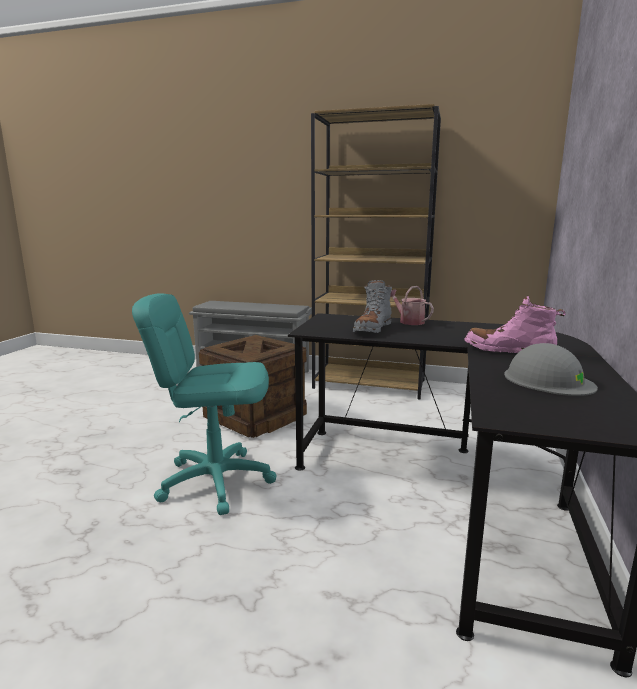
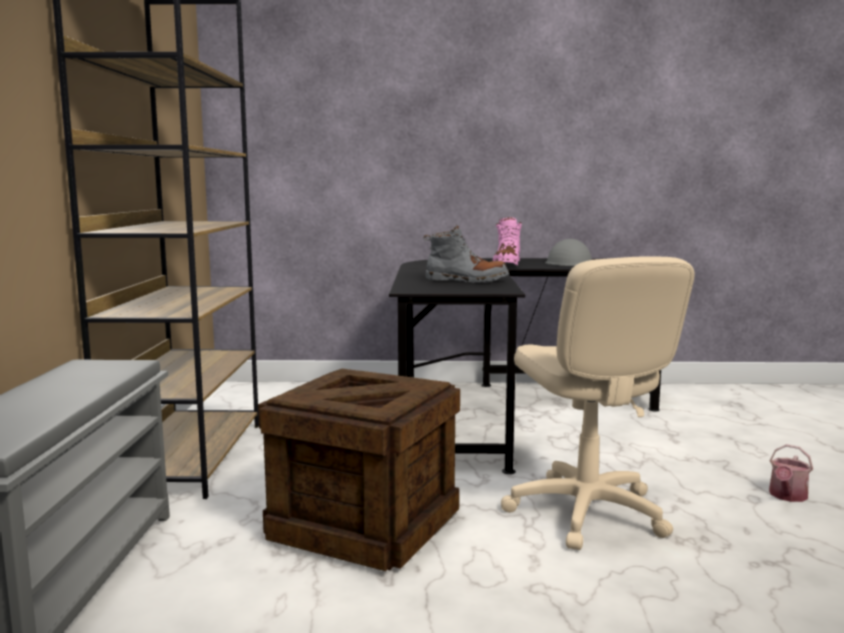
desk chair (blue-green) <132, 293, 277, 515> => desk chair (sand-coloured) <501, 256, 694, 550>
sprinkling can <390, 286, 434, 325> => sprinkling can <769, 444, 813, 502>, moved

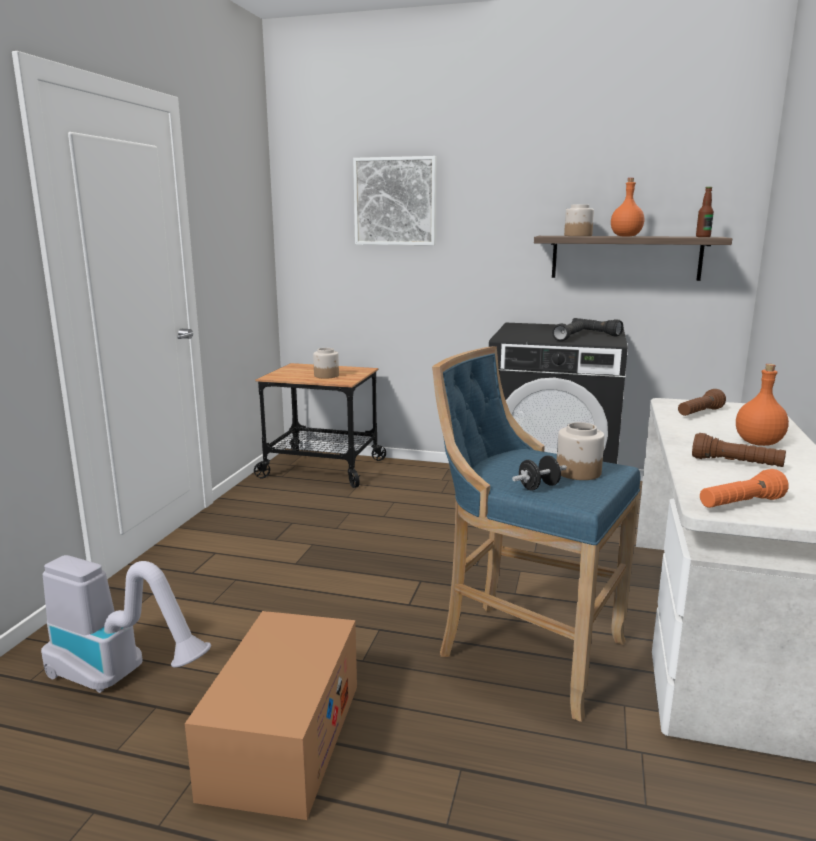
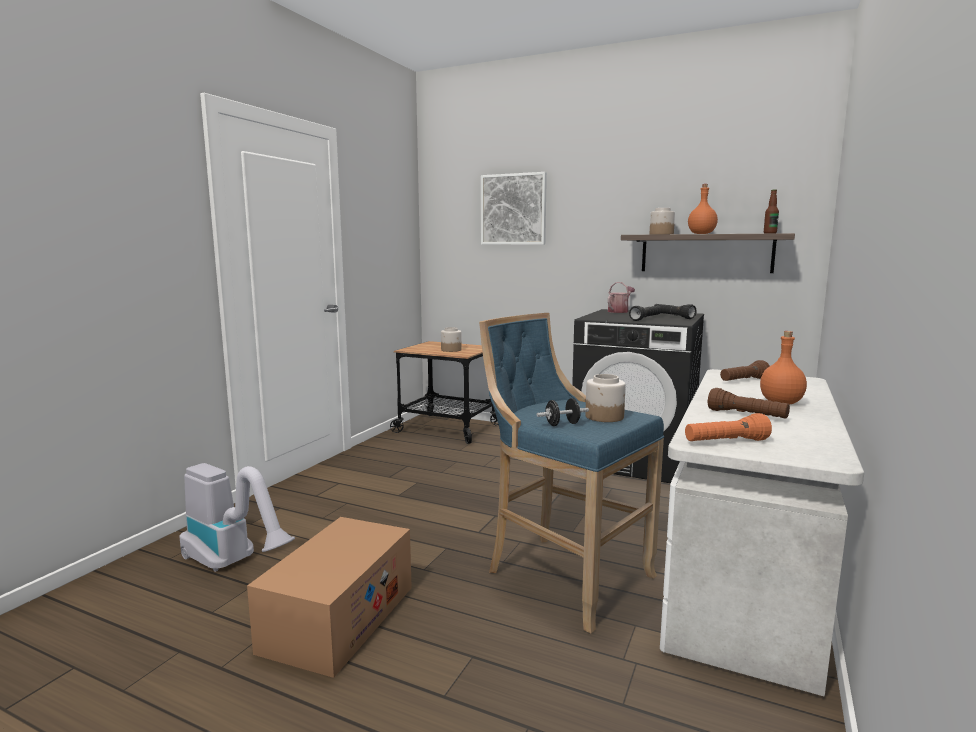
nothing => sprinkling can <608, 282, 635, 313>

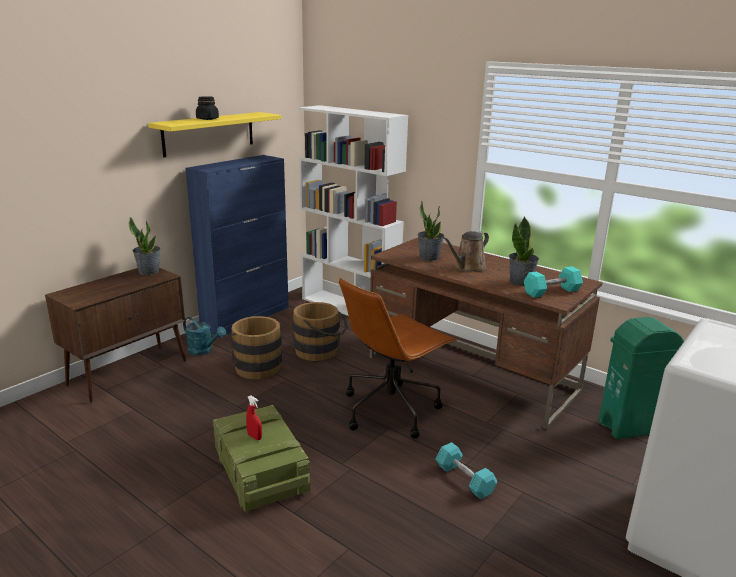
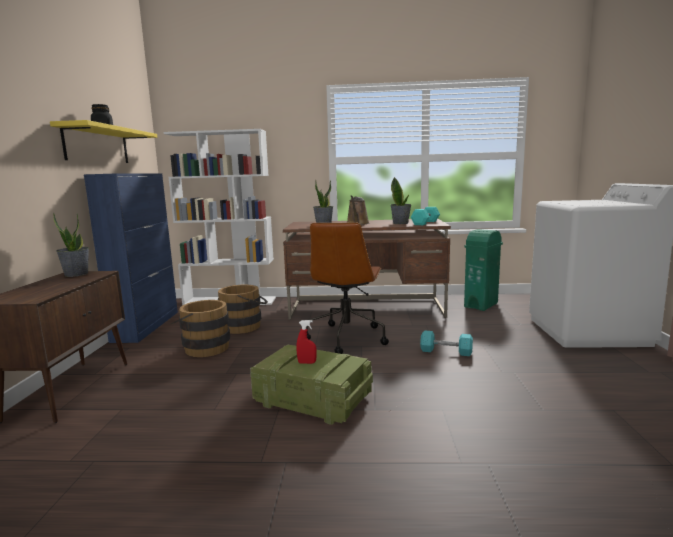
sprinkling can (blue-green) <183, 317, 226, 356> => nothing

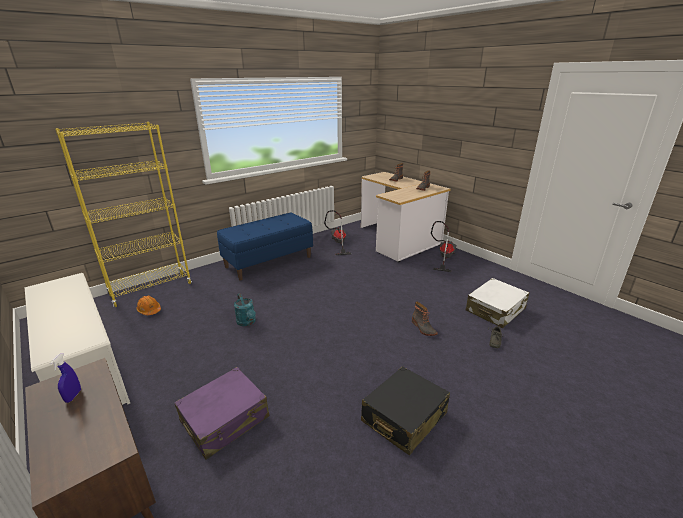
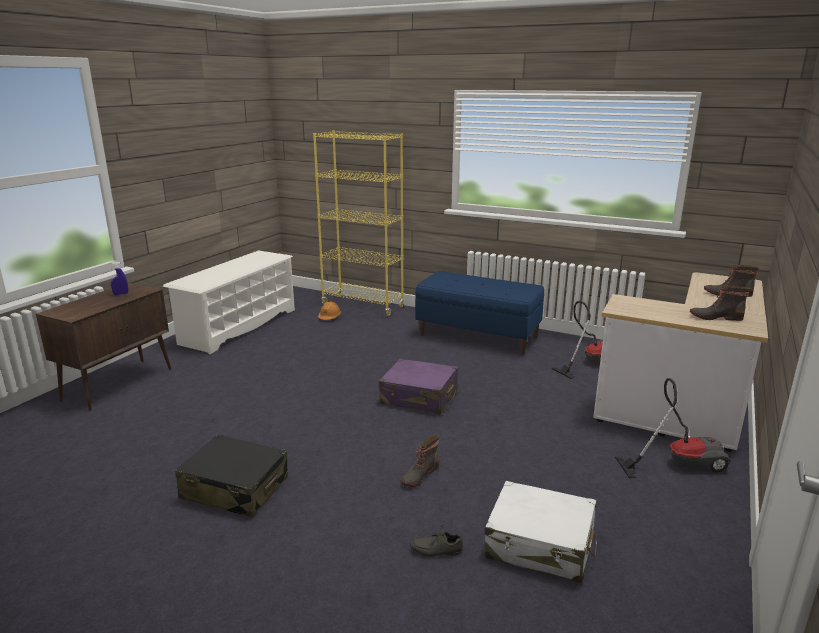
suitcase (purple-coloured) <174, 367, 269, 460> => suitcase (purple-coloured) <379, 359, 458, 414>, moved
sprinkling can (blue-green) <234, 293, 256, 326> => nothing

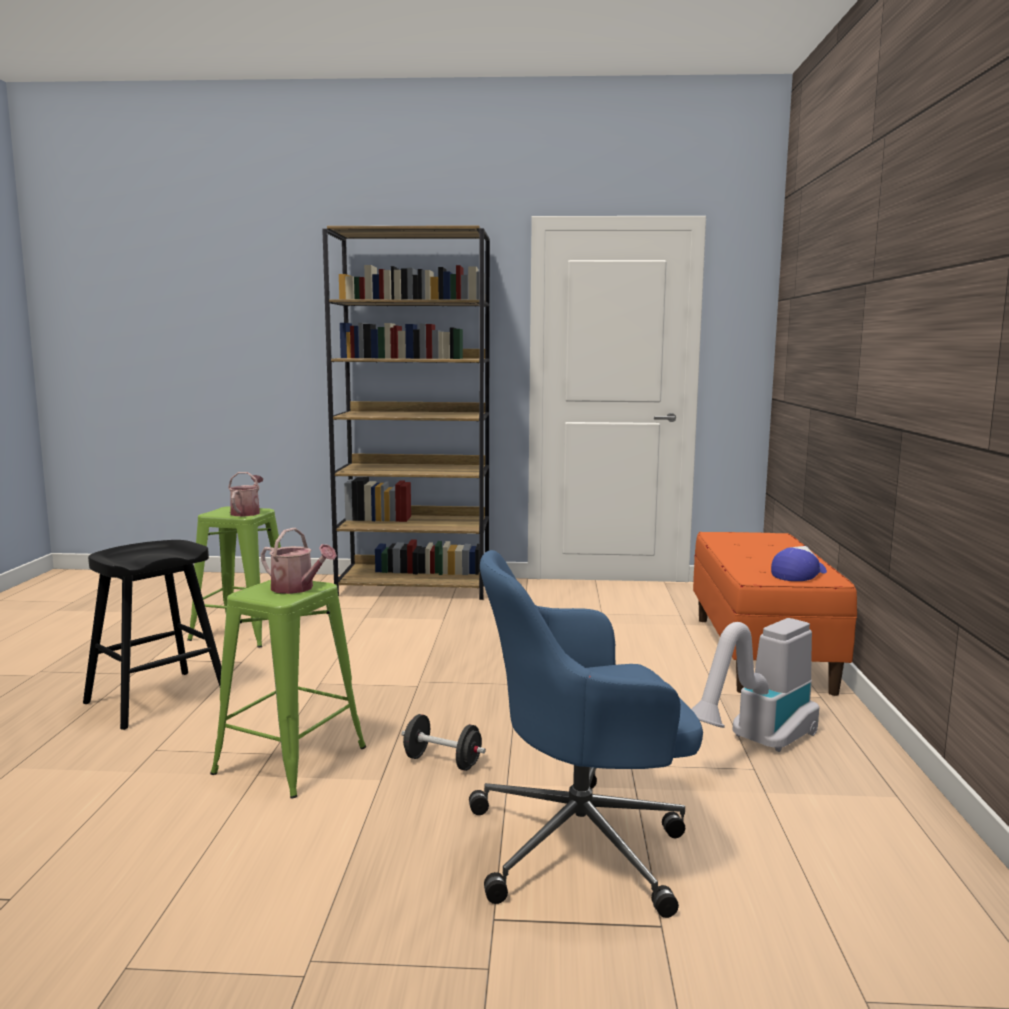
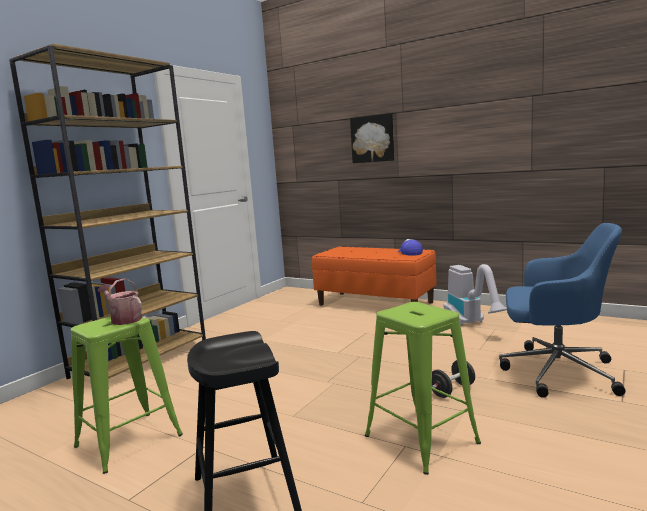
nothing => picture <350, 113, 394, 163>
desk chair (blue) <469, 550, 703, 918> => desk chair (blue) <499, 223, 626, 398>, 90 degrees counterclockwise
sprinkling can <261, 528, 337, 594> => nothing

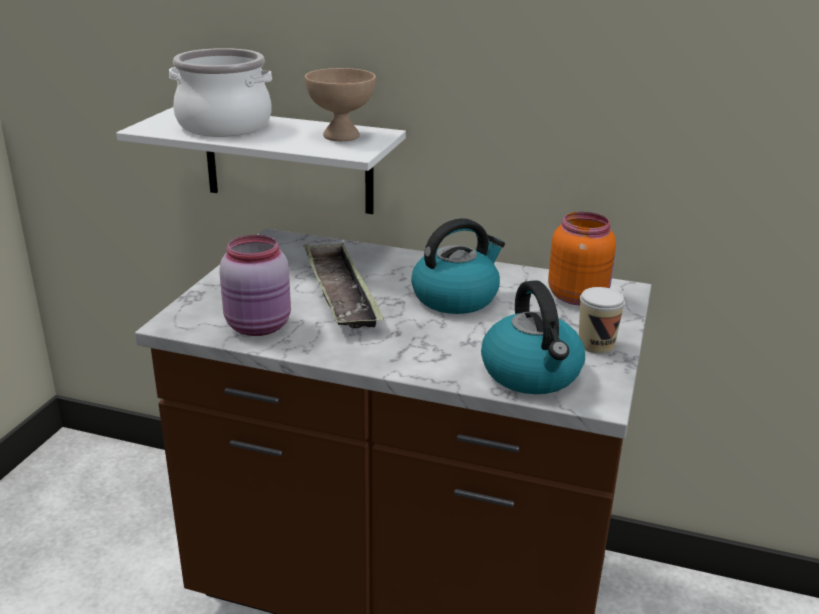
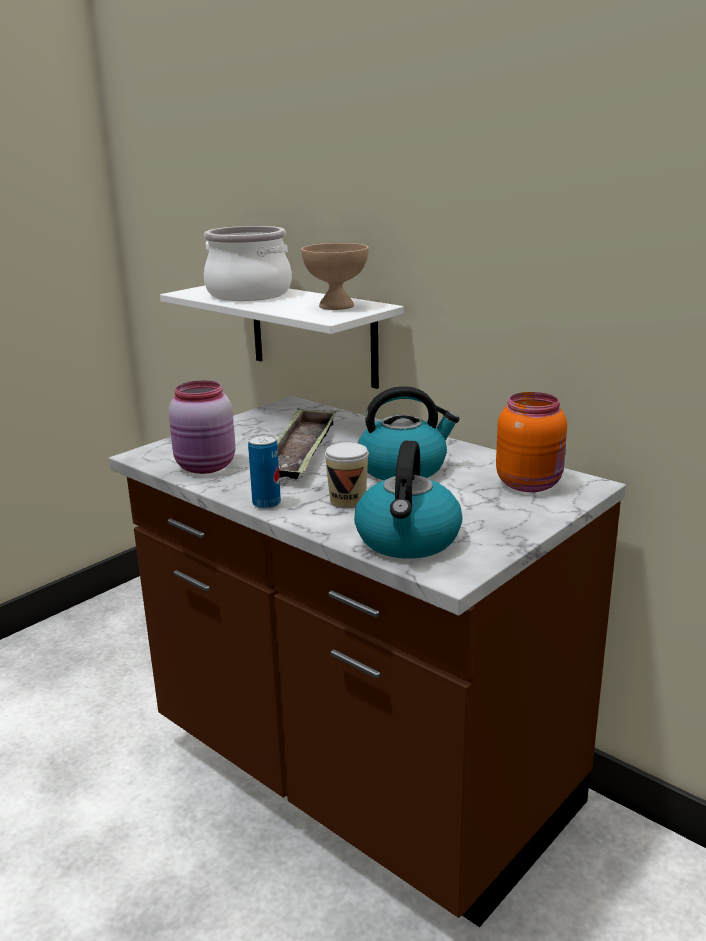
nothing => can <248, 434, 281, 509>
drinking cup <579, 287, 625, 354> => drinking cup <325, 443, 369, 509>, moved

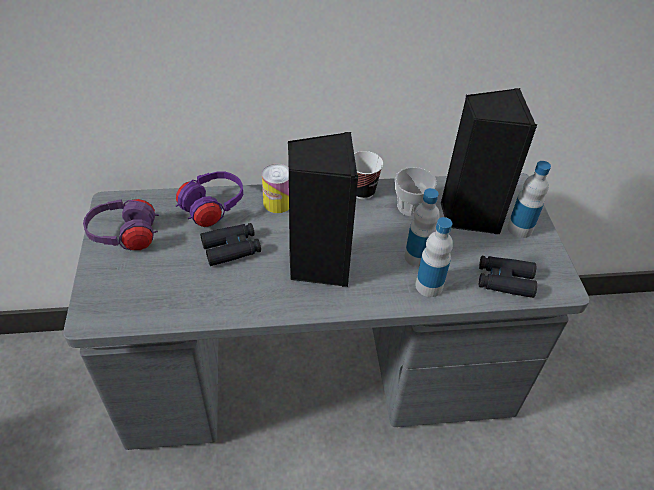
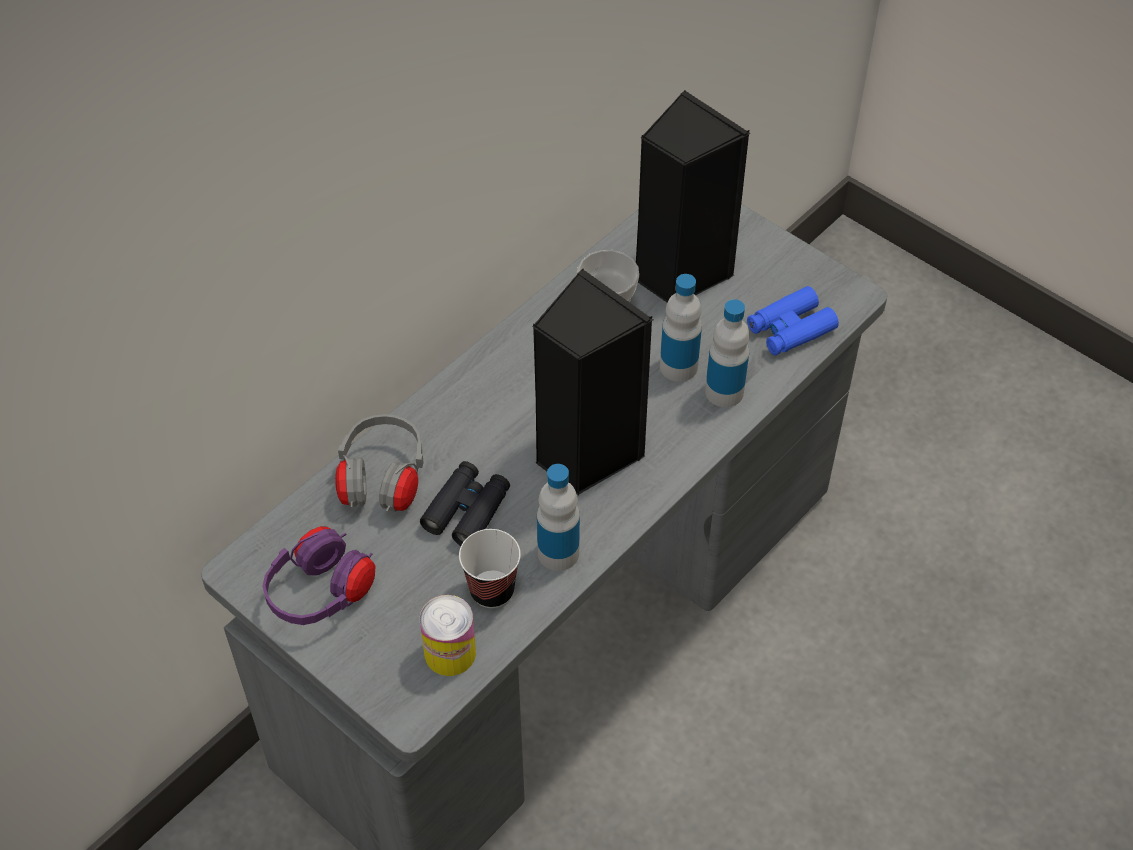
headphones (purple-coloured) <176, 171, 243, 227> => headphones (grey) <335, 414, 424, 512>
can <262, 164, 289, 213> => can <420, 595, 476, 676>, moved
drinking cup <354, 151, 383, 199> => drinking cup <459, 529, 521, 608>, moved
drink bottle <507, 161, 551, 238> => drink bottle <537, 464, 580, 571>, moved
pair of binoculars (blackish) <479, 256, 537, 298> => pair of binoculars (blue) <747, 286, 839, 355>

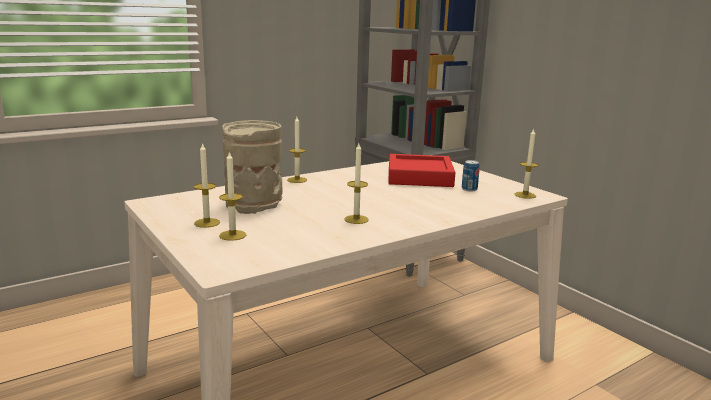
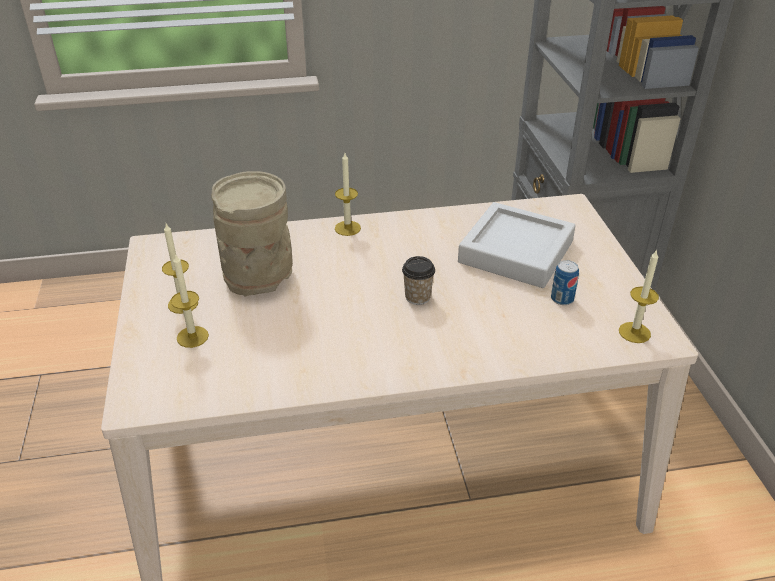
nothing => drinking cup <402, 256, 435, 305>
serving tray (red-coloured) <388, 154, 455, 187> => serving tray (grey) <458, 202, 576, 288>
wax light <344, 143, 369, 224> => nothing

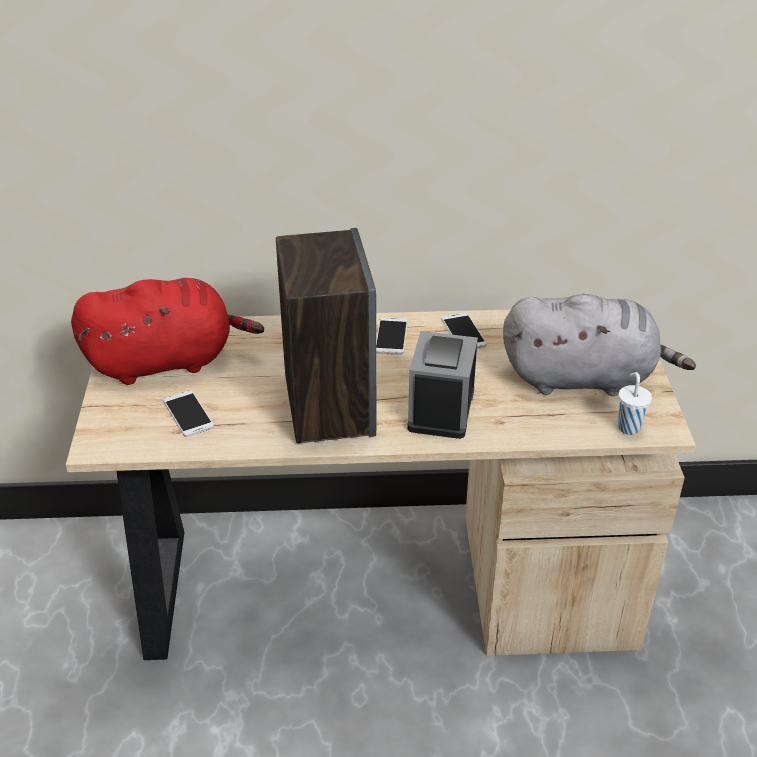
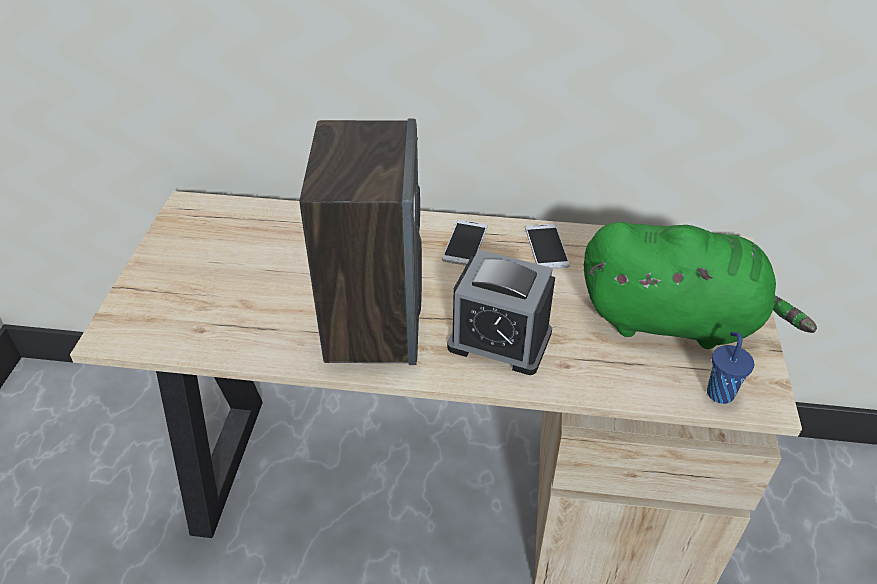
bedside clock <407, 331, 478, 439> => bedside clock <447, 250, 555, 375>, 90 degrees counterclockwise
soft toy (grey) <503, 294, 696, 396> => soft toy (green-coloured) <584, 222, 817, 349>
drinking cup (whitish) <618, 372, 652, 435> => drinking cup (blue) <707, 332, 754, 404>
soft toy (red-coloured) <71, 278, 264, 385> => nothing
handset <163, 390, 214, 437> => nothing

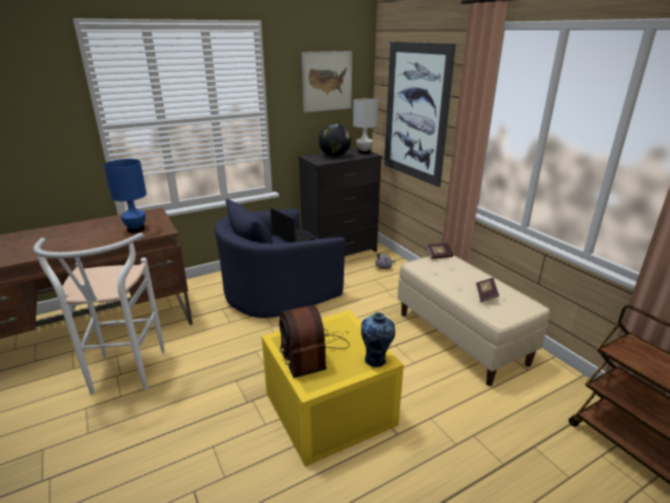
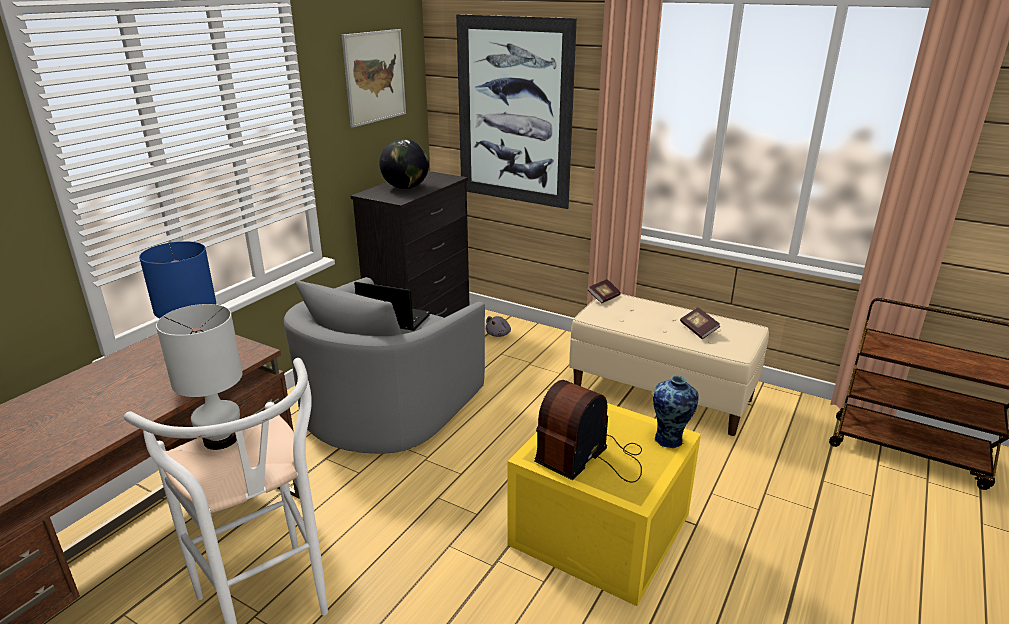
tabletop lamp (whitish) <353, 98, 378, 154> => tabletop lamp (whitish) <156, 304, 242, 450>, moved
easy chair (blue) <215, 199, 345, 318> => easy chair (grey) <284, 277, 485, 454>
radio <279, 305, 350, 378> => radio <534, 380, 642, 483>, 90 degrees clockwise

